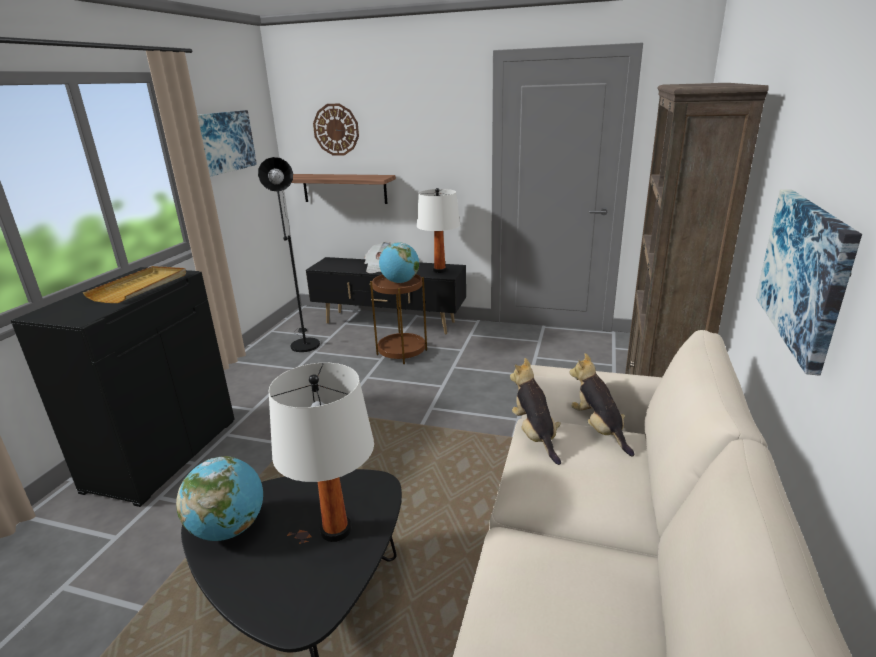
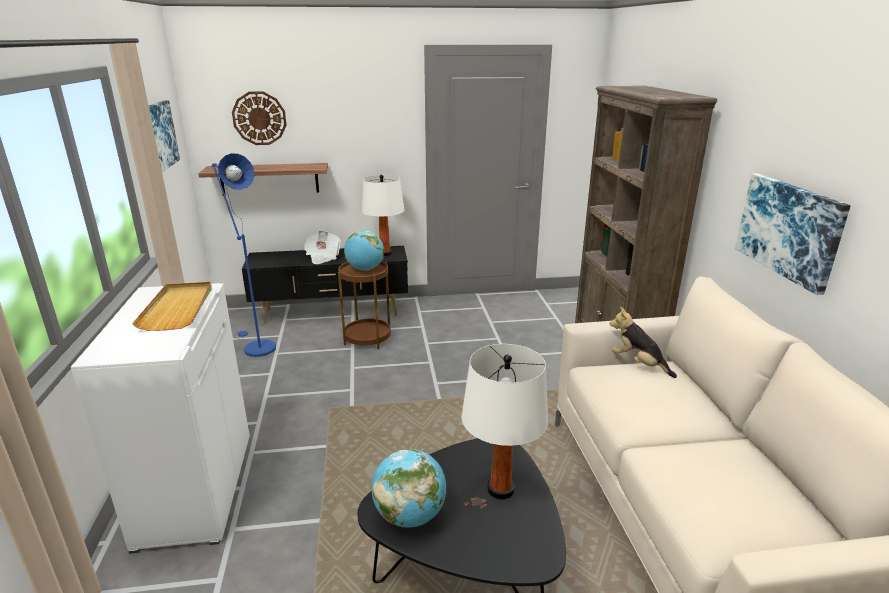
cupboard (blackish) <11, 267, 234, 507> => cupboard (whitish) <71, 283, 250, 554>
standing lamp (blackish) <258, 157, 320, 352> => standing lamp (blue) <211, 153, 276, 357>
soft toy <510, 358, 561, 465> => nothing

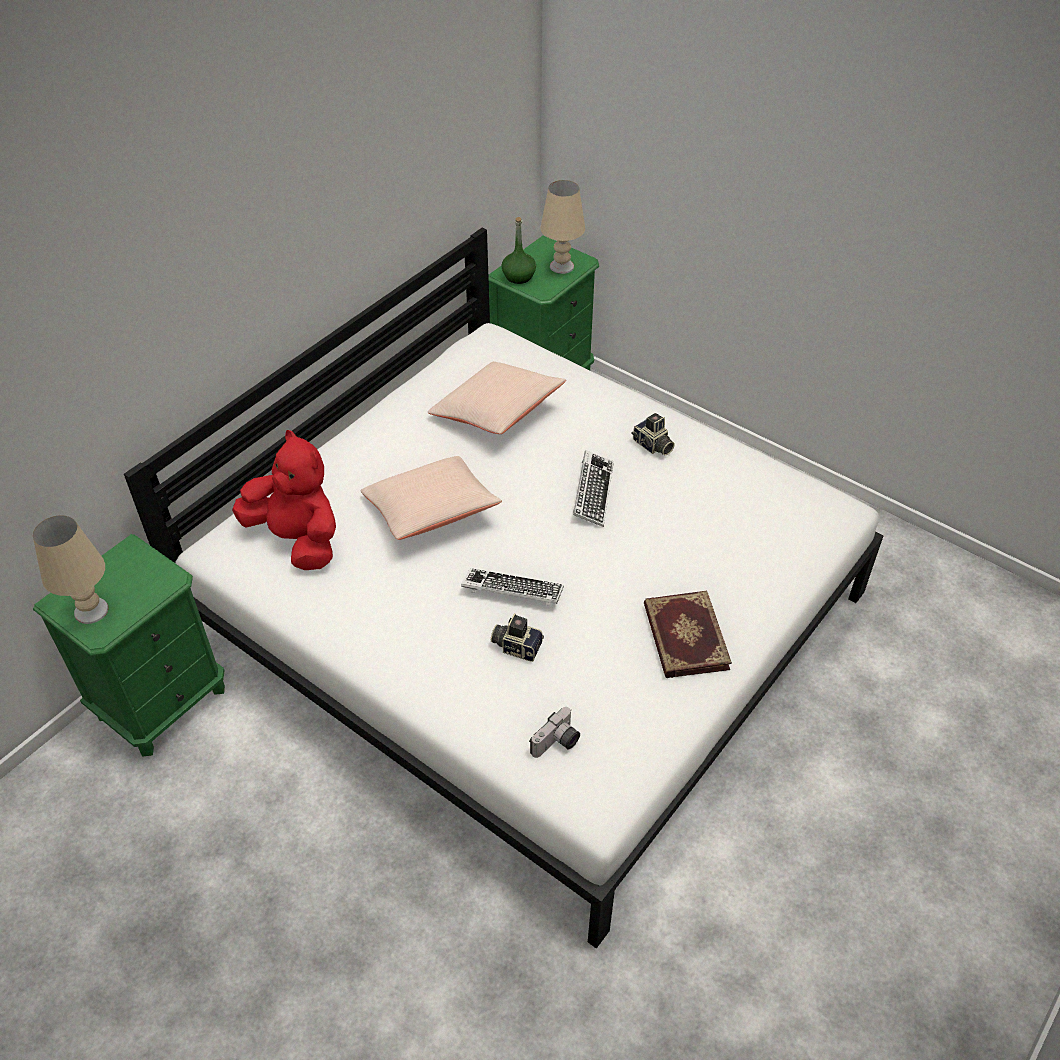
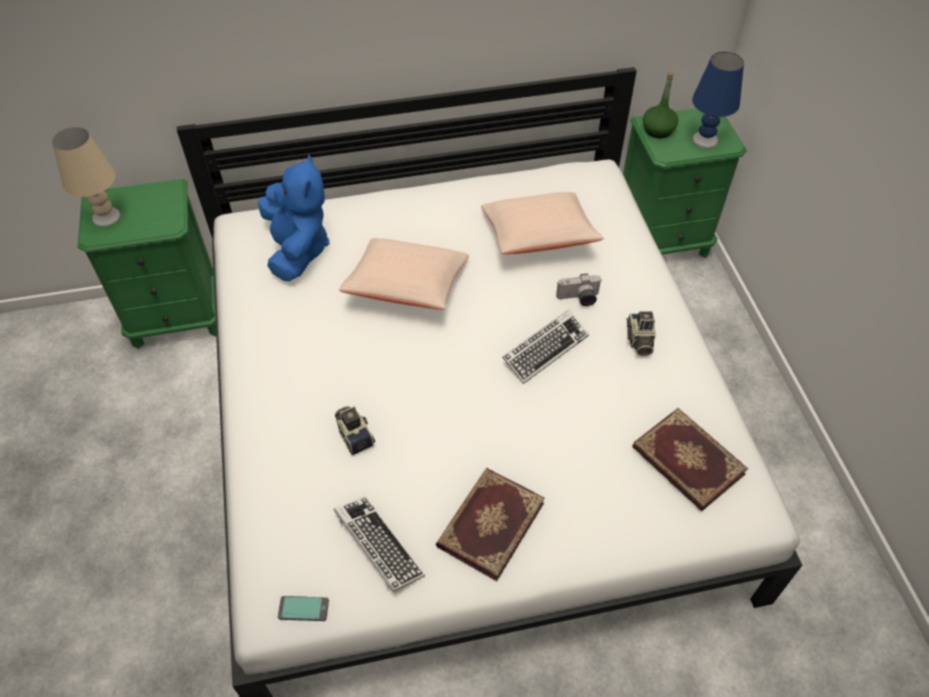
soft toy (red-coloured) <232, 430, 336, 570> => soft toy (blue) <258, 154, 330, 281>
nothing => handset <278, 596, 329, 621>
PC keyboard <461, 569, 564, 606> => PC keyboard <334, 496, 425, 592>, moved
photo camera <529, 707, 580, 758> => photo camera <556, 274, 601, 306>, moved
nothing => volume <632, 408, 748, 511>
tabletop lamp (sand-coloured) <540, 180, 585, 274> => tabletop lamp (blue) <692, 52, 744, 148>

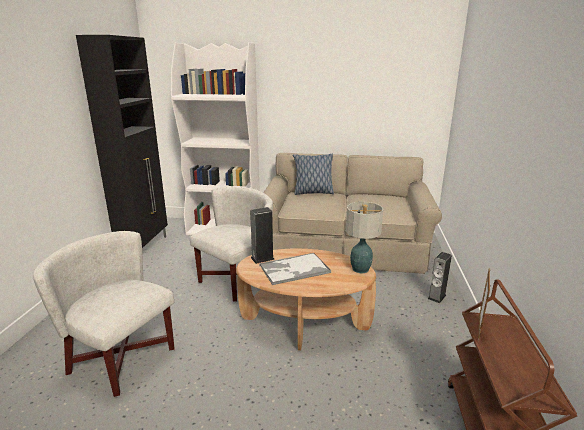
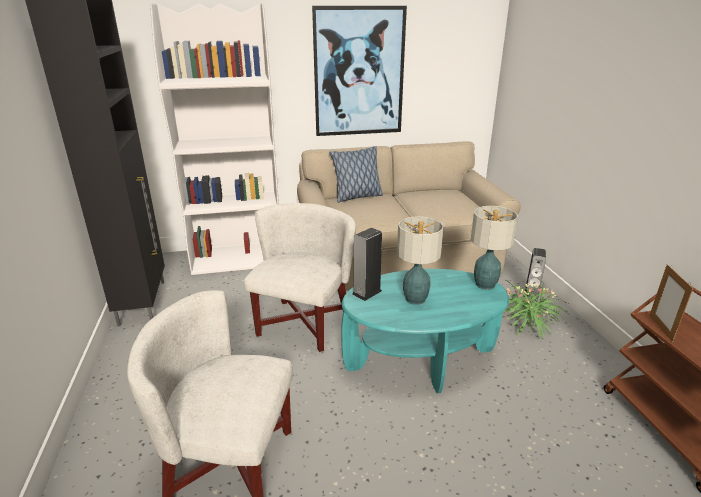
nothing => picture <312, 6, 407, 136>
low table (brownish) <236, 249, 376, 351> => low table (blue-green) <341, 269, 509, 394>
serving tray <259, 253, 331, 285> => tabletop lamp <397, 216, 444, 305>
nothing => plant in a pot <502, 280, 570, 340>

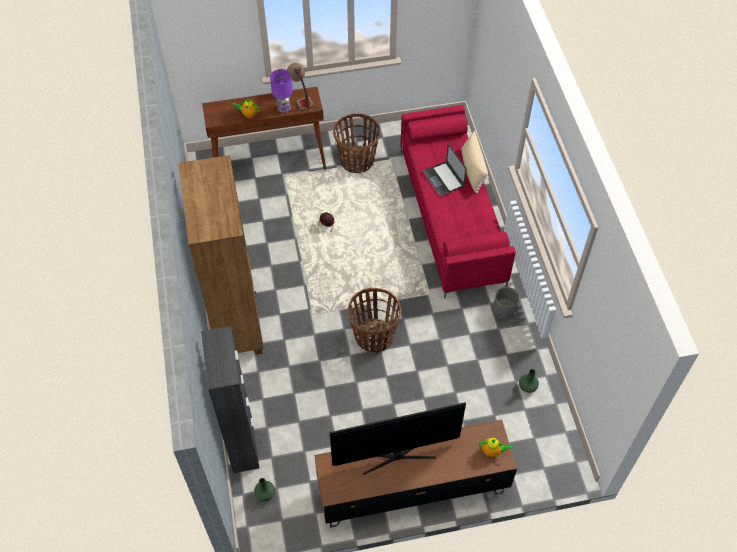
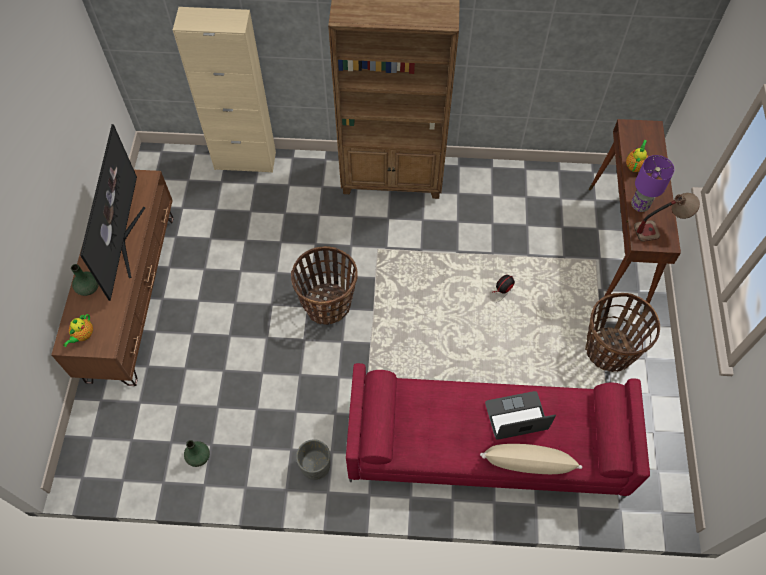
decorative vase (green-coloured) <254, 478, 275, 502> => decorative vase (green-coloured) <71, 264, 99, 296>, moved
cupboard (blackish) <201, 326, 259, 473> => cupboard (sand-coloured) <173, 7, 276, 173>

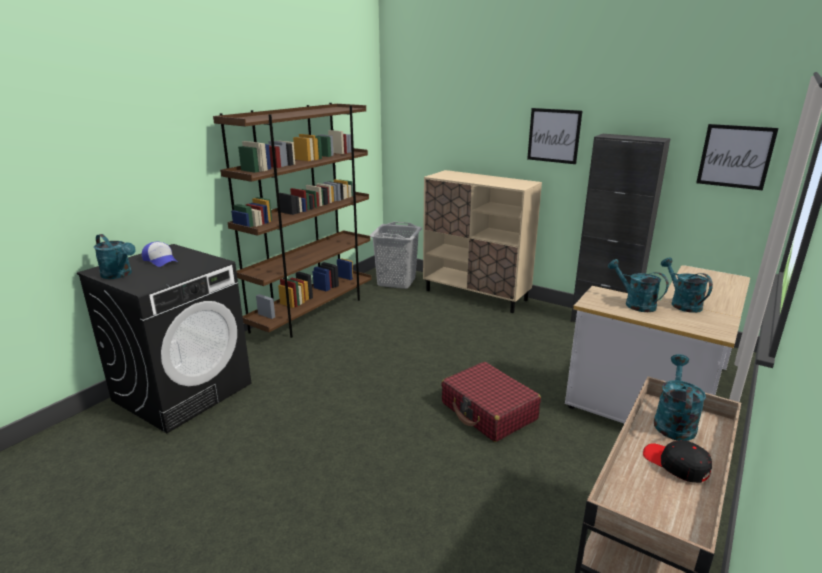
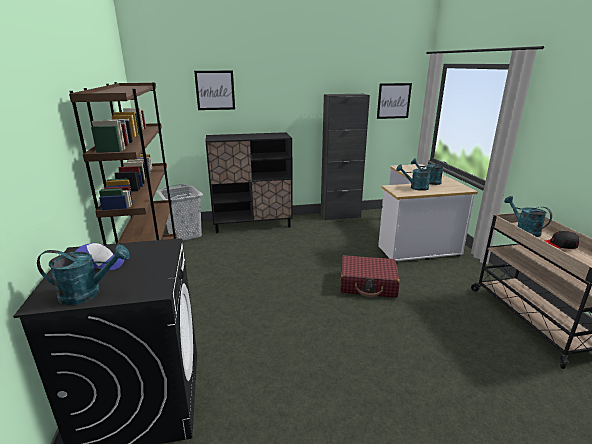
picture <527, 108, 582, 164> => picture <194, 71, 235, 110>, moved
cupboard (sand-coloured) <423, 170, 542, 313> => cupboard (blackish) <205, 132, 293, 233>

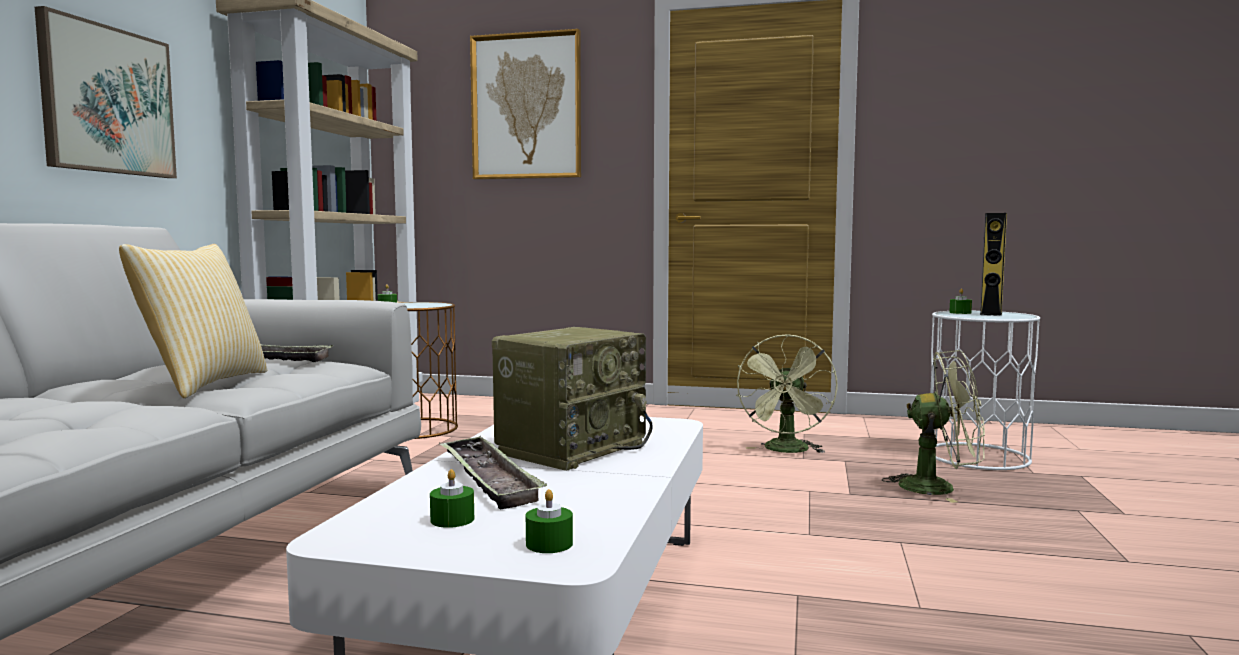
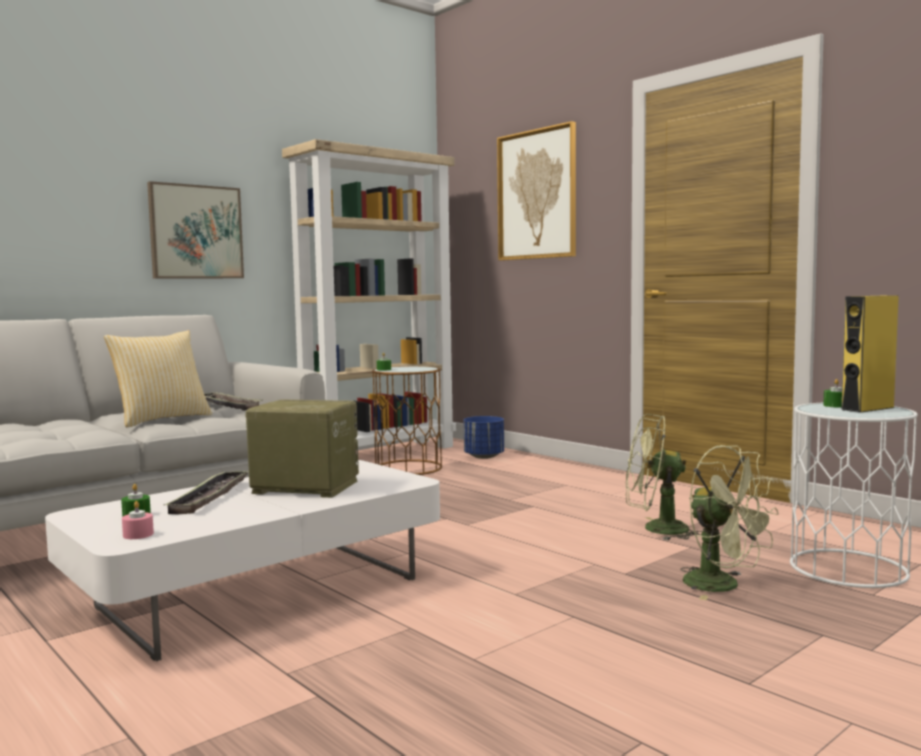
wax light (green-coloured) <526, 489, 573, 553> => wax light (pinkish) <122, 501, 154, 539>
radio <492, 327, 653, 471> => radio <246, 399, 359, 498>, 150 degrees counterclockwise
nothing => flower pot (blue) <464, 416, 504, 459>
electric fan (green-coloured) <736, 334, 837, 453> => electric fan (green-coloured) <626, 414, 703, 541>, 45 degrees clockwise

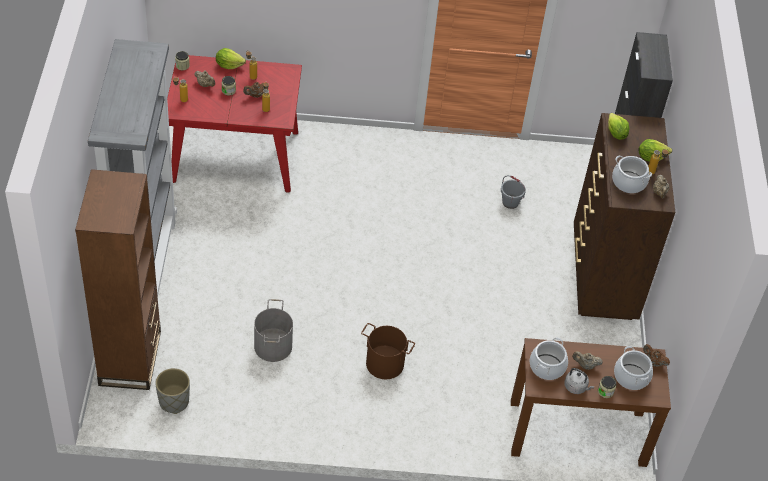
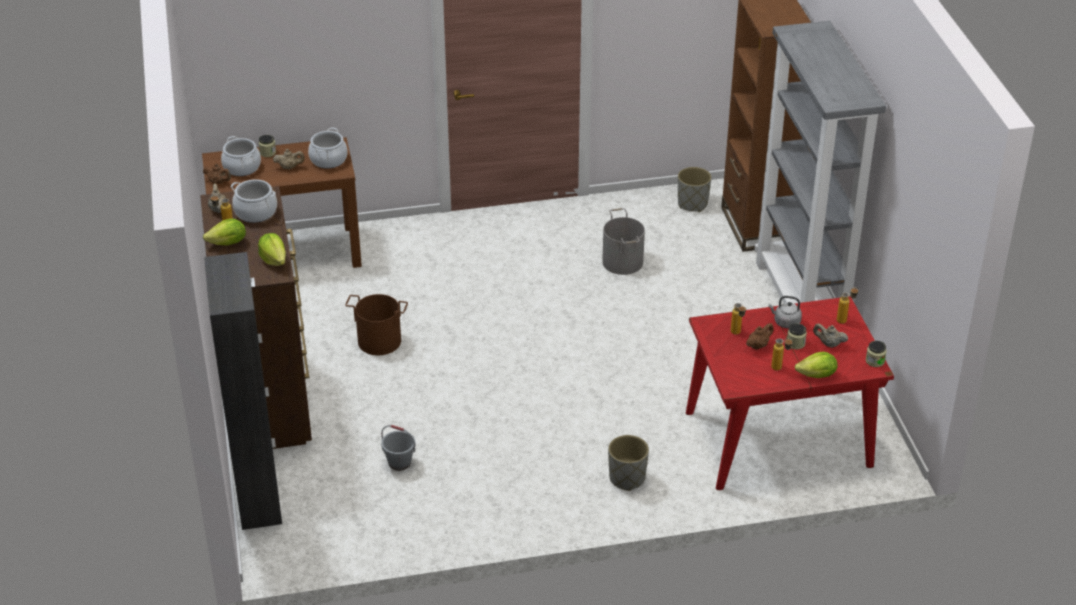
bucket (brownish) <361, 323, 415, 379> => bucket (brownish) <345, 294, 408, 355>, moved
nothing => flower pot (grey) <608, 435, 649, 491>
kettle (grey) <564, 368, 594, 394> => kettle (grey) <769, 296, 802, 328>, moved

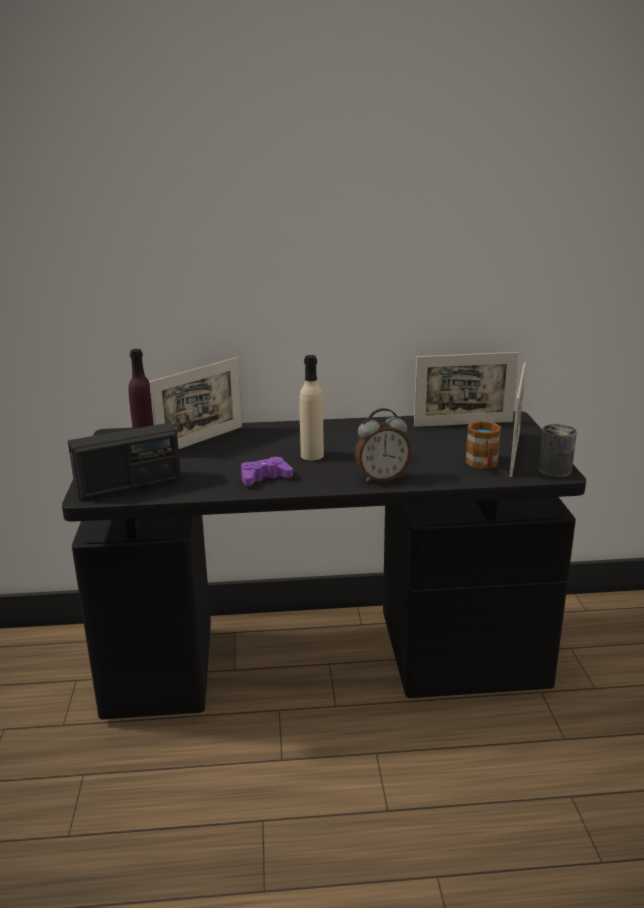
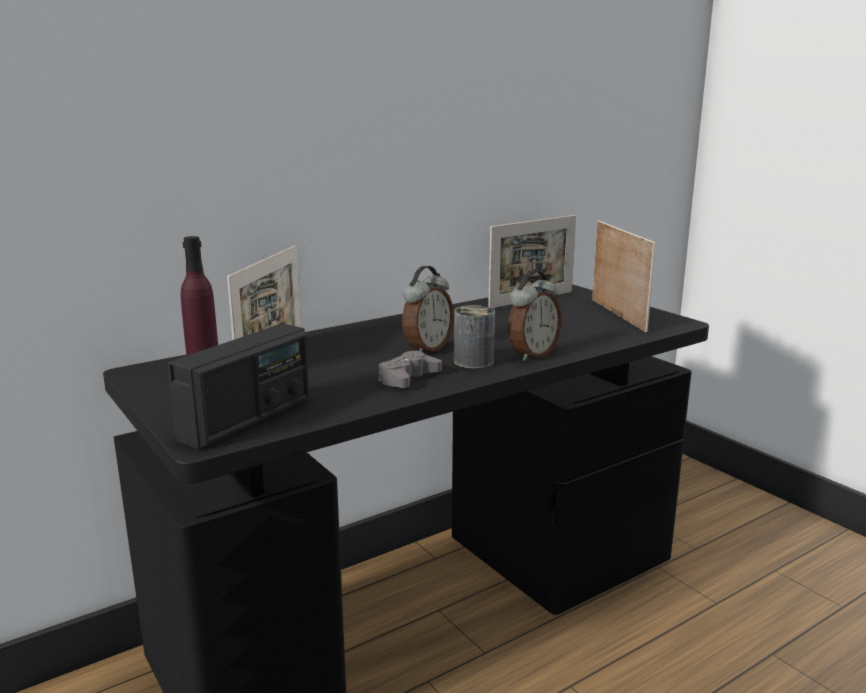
joypad (purple-coloured) <241, 457, 293, 486> => joypad (grey) <378, 351, 442, 388>
drink bottle (sand-coloured) <300, 355, 324, 460> => bedside clock <402, 266, 454, 352>
can <538, 424, 577, 477> => can <454, 305, 495, 369>, moved
coffee mug <465, 421, 501, 469> => nothing

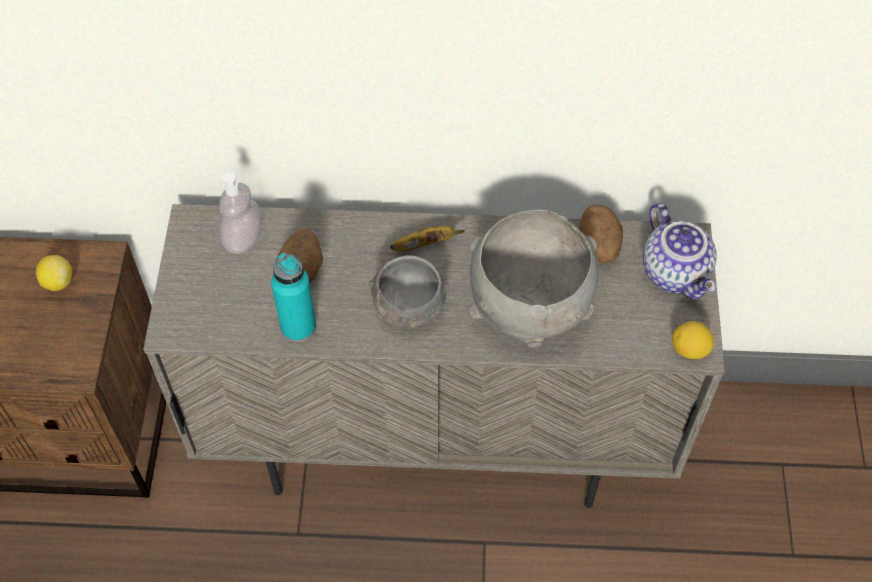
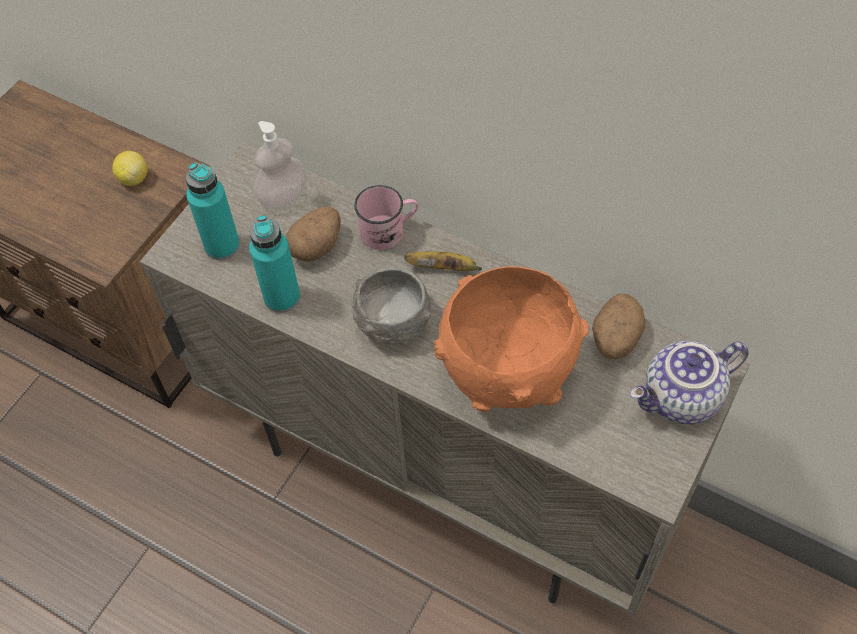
nothing => drink bottle (blue-green) <186, 162, 240, 260>
nothing => coffee mug (pinkish) <354, 185, 418, 250>
deep dish (grey) <469, 210, 599, 348> => deep dish (orange-coloured) <434, 266, 589, 412>
pot for tea <643, 203, 717, 299> => pot for tea <630, 341, 749, 424>, 60 degrees clockwise
citrus fruit <672, 321, 714, 359> => nothing

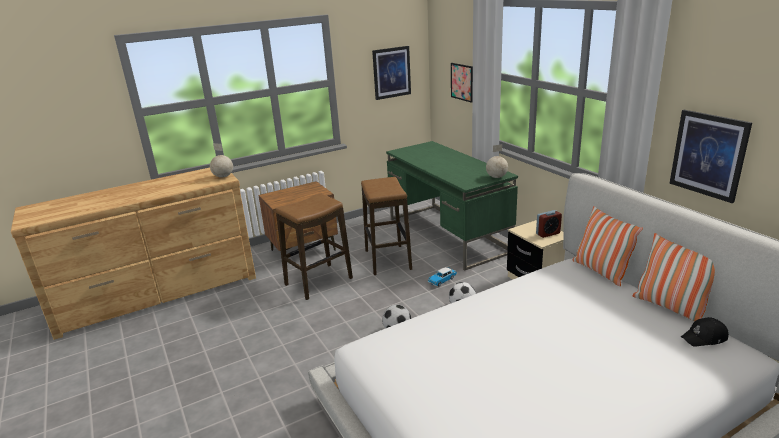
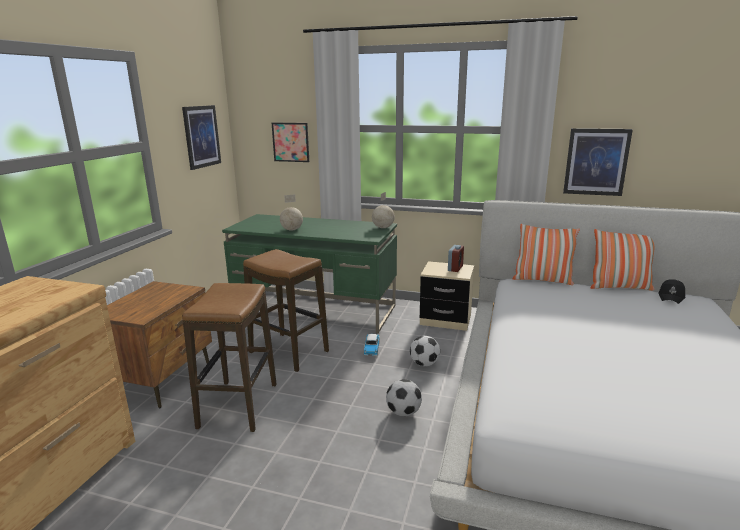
desk globe <210, 143, 233, 178> => desk globe <280, 194, 303, 231>, moved

